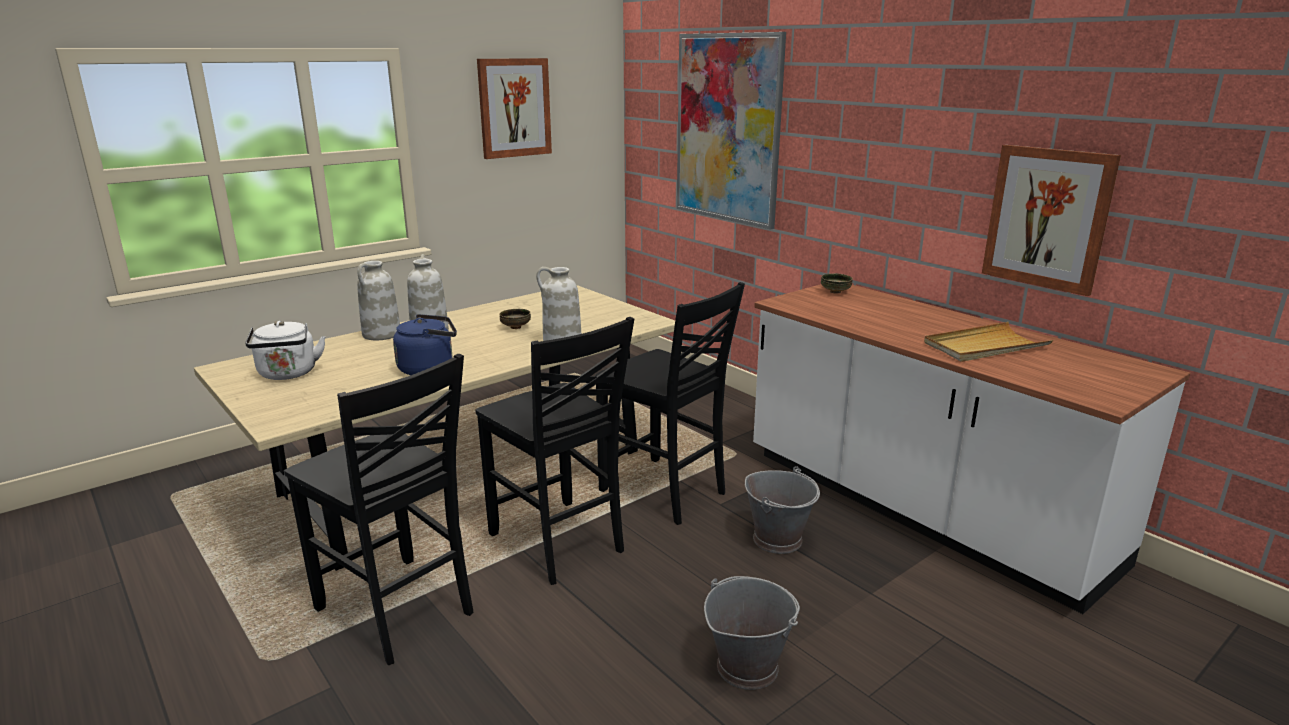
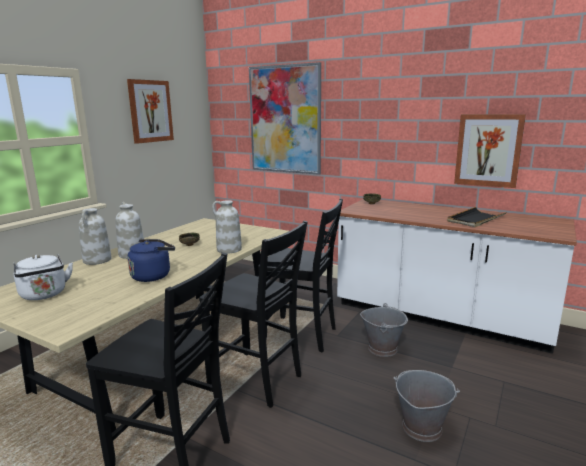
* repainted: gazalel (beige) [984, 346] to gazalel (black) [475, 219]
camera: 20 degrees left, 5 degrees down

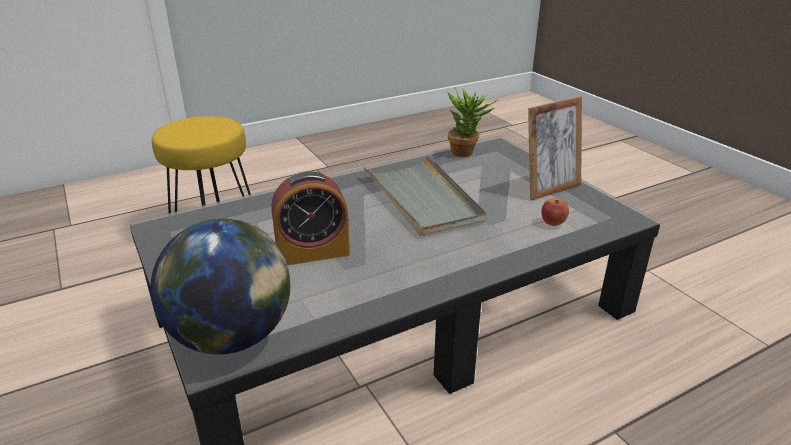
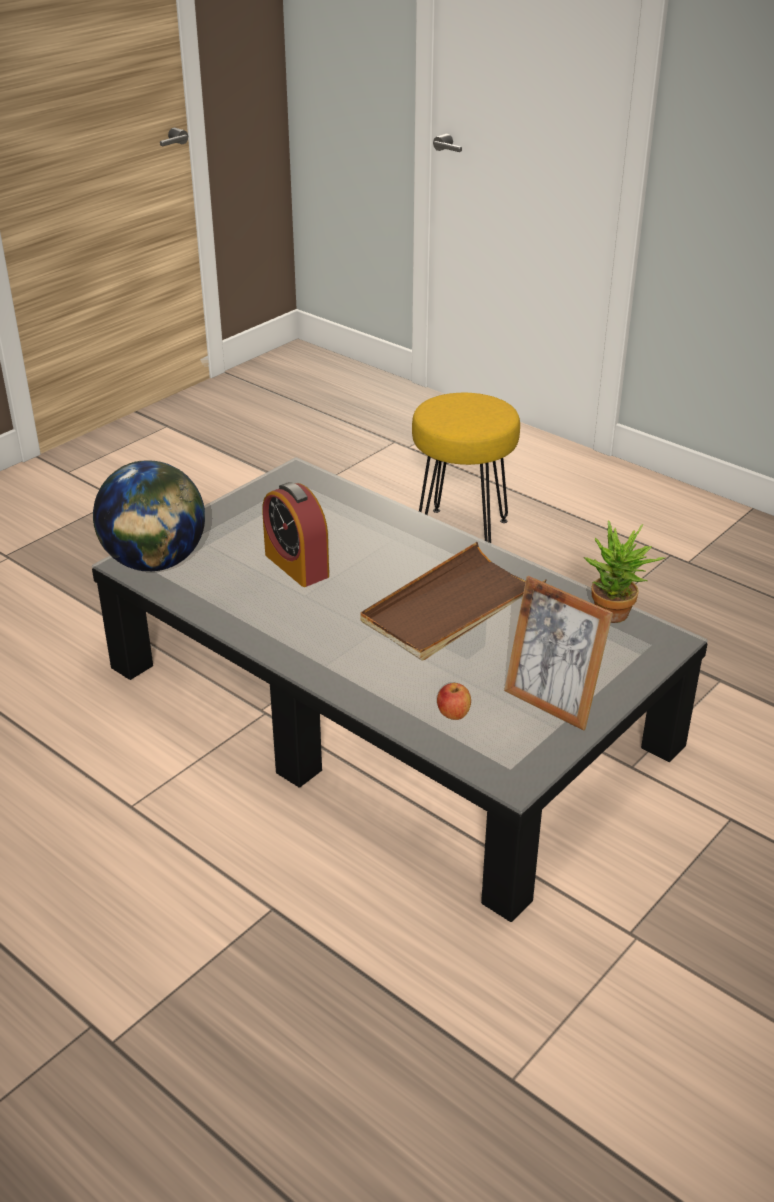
* repainted: gazalel (grey) [422, 199] to gazalel (brown) [451, 607]
camera: 70 degrees right, 5 degrees up

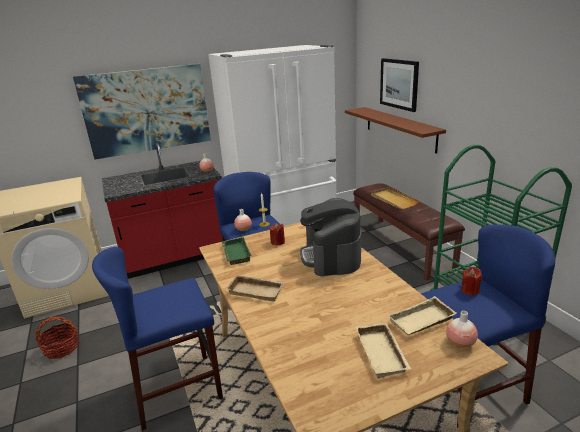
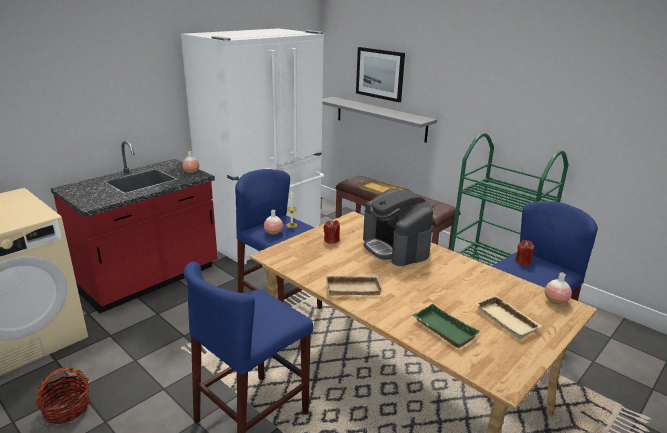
* gone: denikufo [147, 110]
* repainted: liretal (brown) [399, 128] to liretal (grey) [380, 118]
* shifted: gazalel (green) [235, 253] to [442, 330]
* gone: gazalel (beige) [422, 322]
camera: 25 degrees left, 0 degrees up

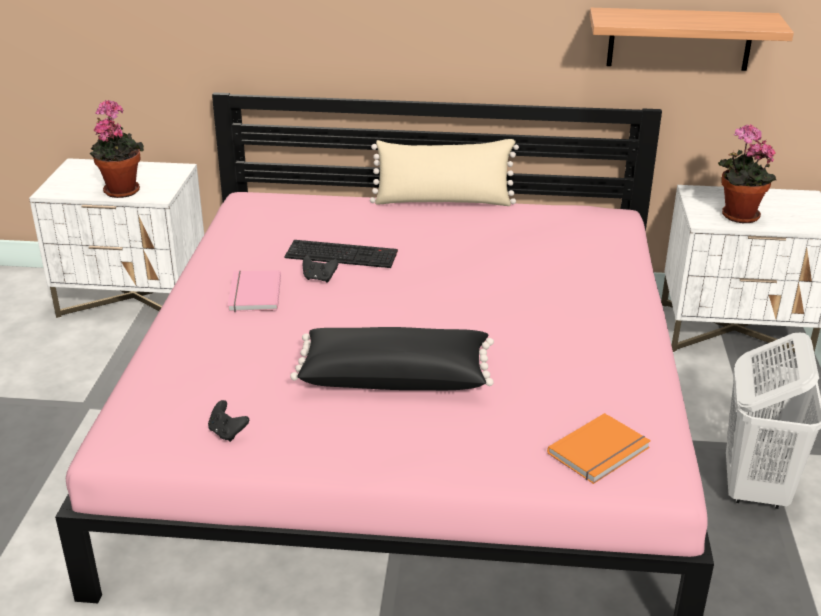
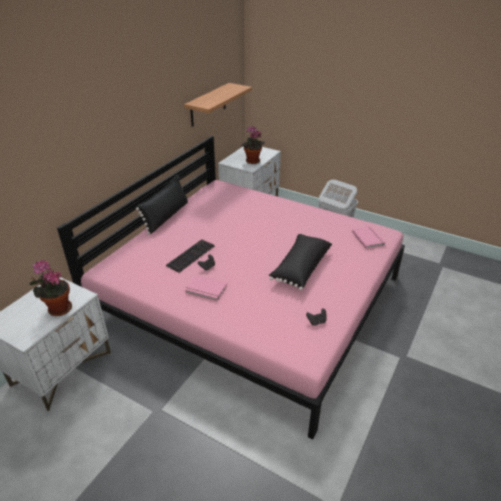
* repainted: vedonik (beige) [443, 202] to vedonik (black) [166, 216]
* repainted: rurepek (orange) [601, 452] to rurepek (pink) [369, 238]
camera: 65 degrees left, 5 degrees up

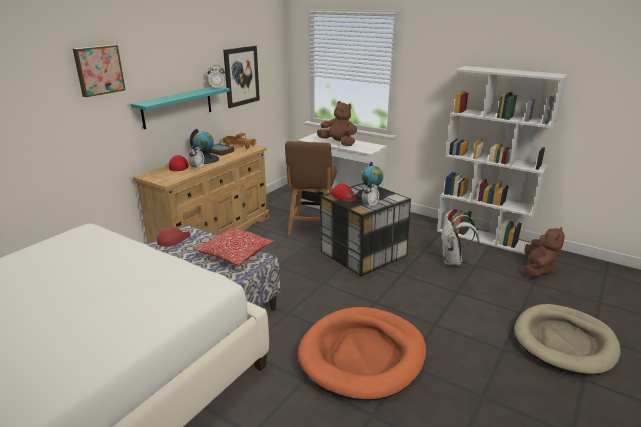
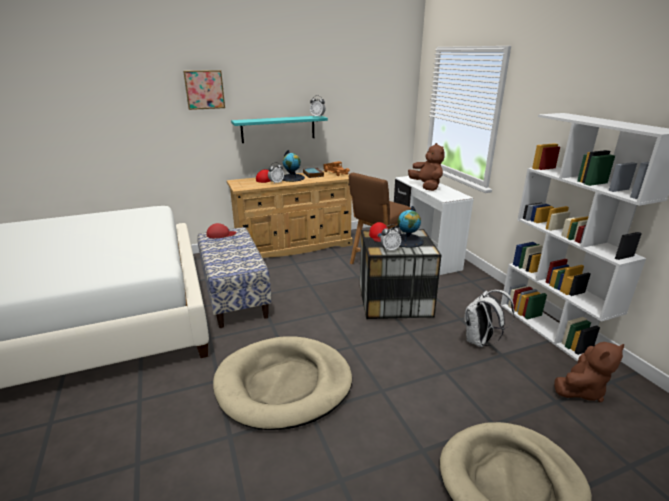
* gone: denikufo [241, 76]
* gone: vedonik [235, 254]
* repainted: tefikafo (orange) [362, 355] to tefikafo (beige) [284, 384]
camera: 35 degrees right, 0 degrees up

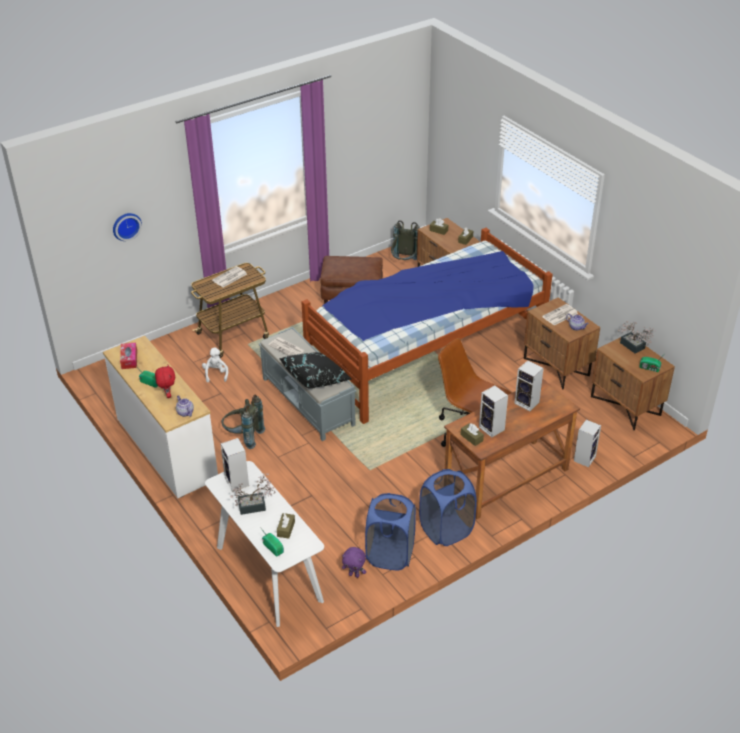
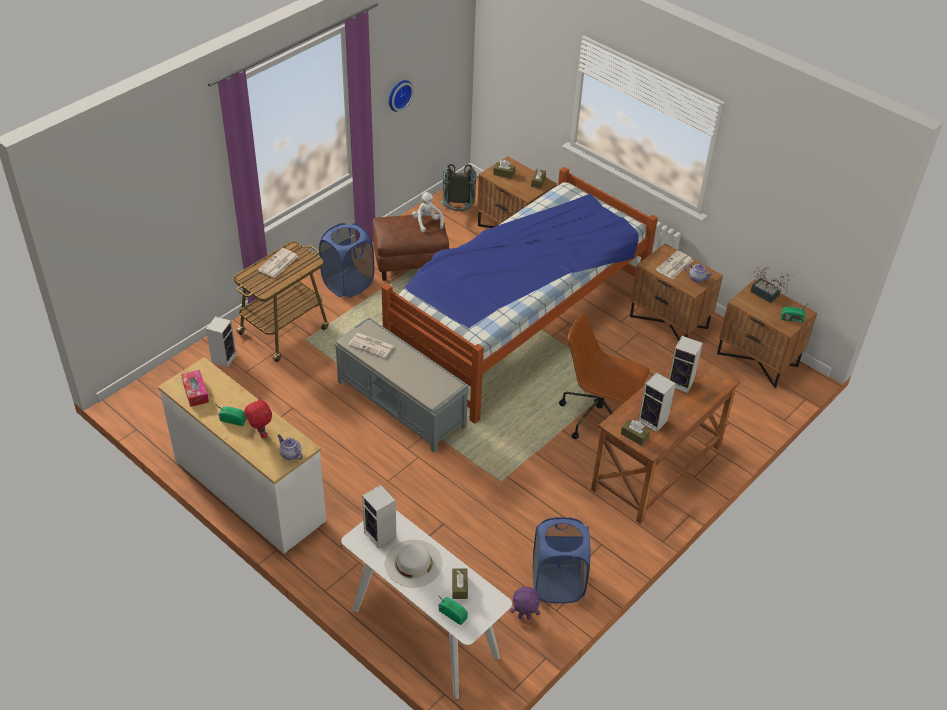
* shifted: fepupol [126, 225] to [398, 94]
* shifted: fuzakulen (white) [216, 374] to [427, 222]
* gone: vedonik (black) [316, 379]
* gone: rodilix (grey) [243, 437]
* shifted: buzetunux [584, 458] to [224, 358]
* shifted: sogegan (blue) [446, 530] to [348, 284]
* swapped: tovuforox [255, 506] to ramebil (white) [413, 563]
camera: 15 degrees left, 5 degrees up

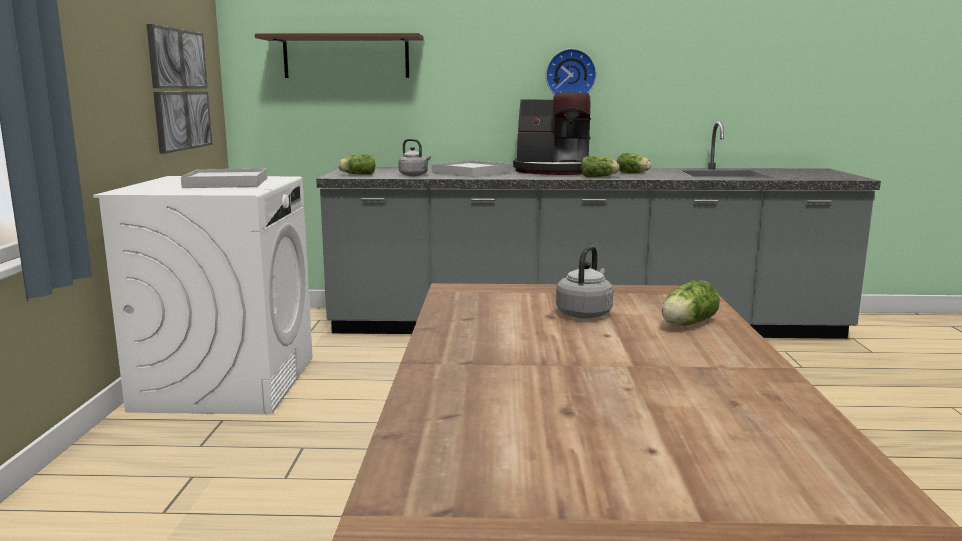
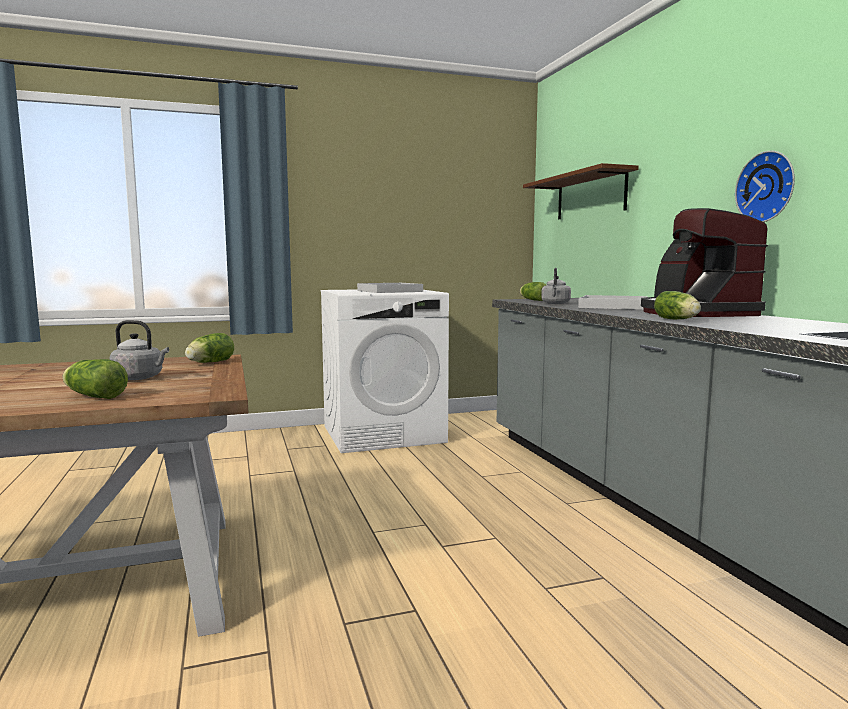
* gone: denikufo [179, 90]
* shifted: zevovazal [634, 173] to [209, 363]
camera: 70 degrees right, 5 degrees down

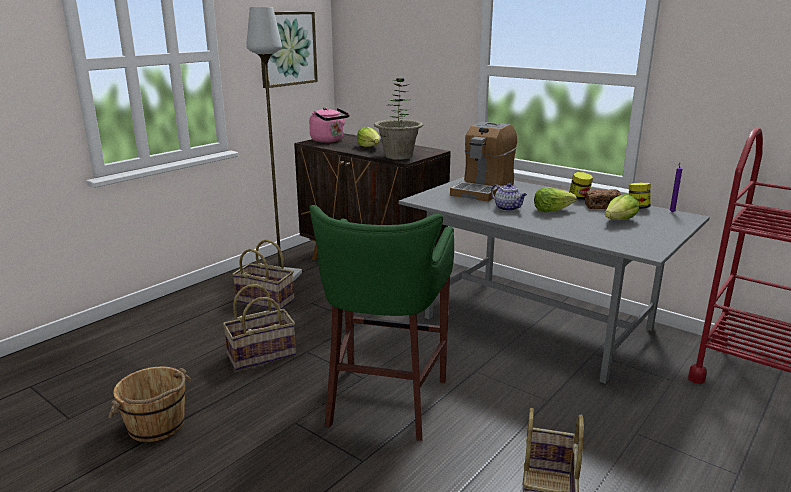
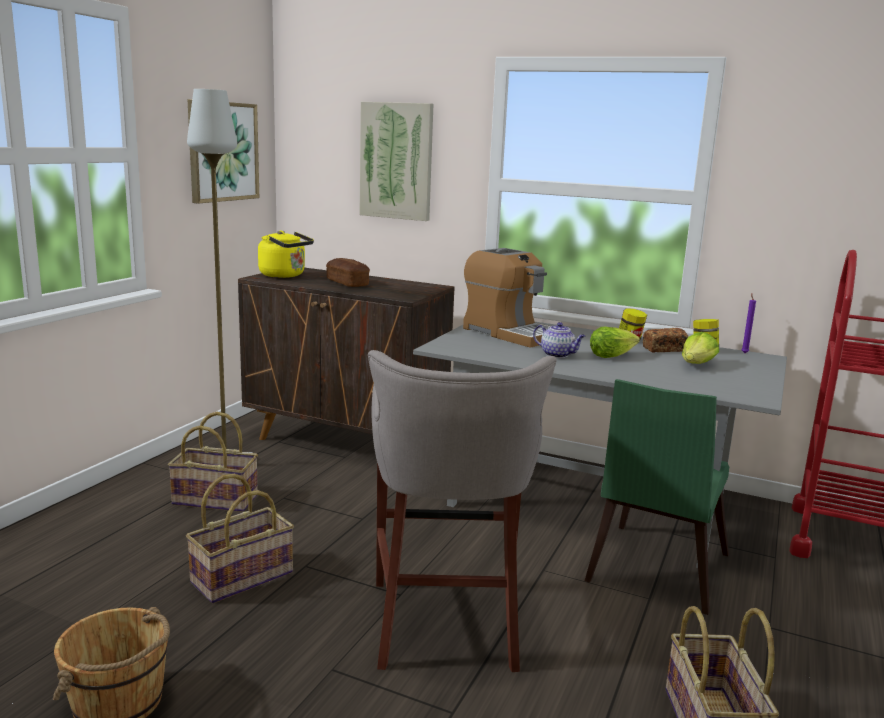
* gone: tovuforox [398, 156]
* repainted: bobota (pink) [329, 141] to bobota (yellow) [285, 275]
* rotated: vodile [483, 189] = [510, 333] 60 degrees counterclockwise
* swapped: zevovazal [370, 147] to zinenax [347, 283]
* repainted: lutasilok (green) [384, 403] to lutasilok (grey) [446, 626]
* new: denikufo [396, 161]
* new: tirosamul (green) [653, 572]
camera: 15 degrees left, 5 degrees down

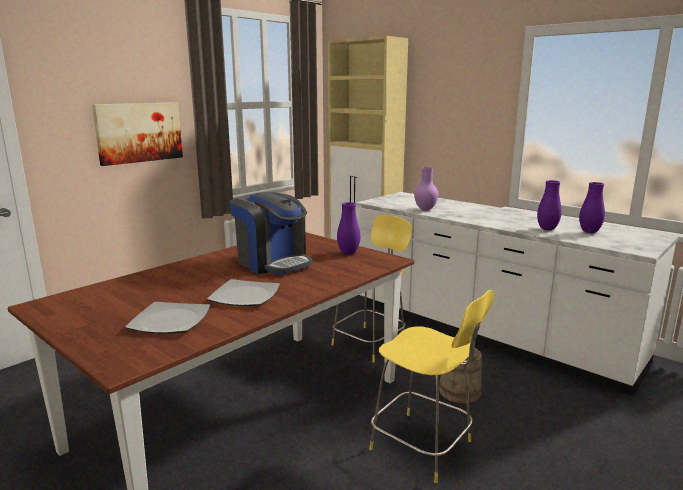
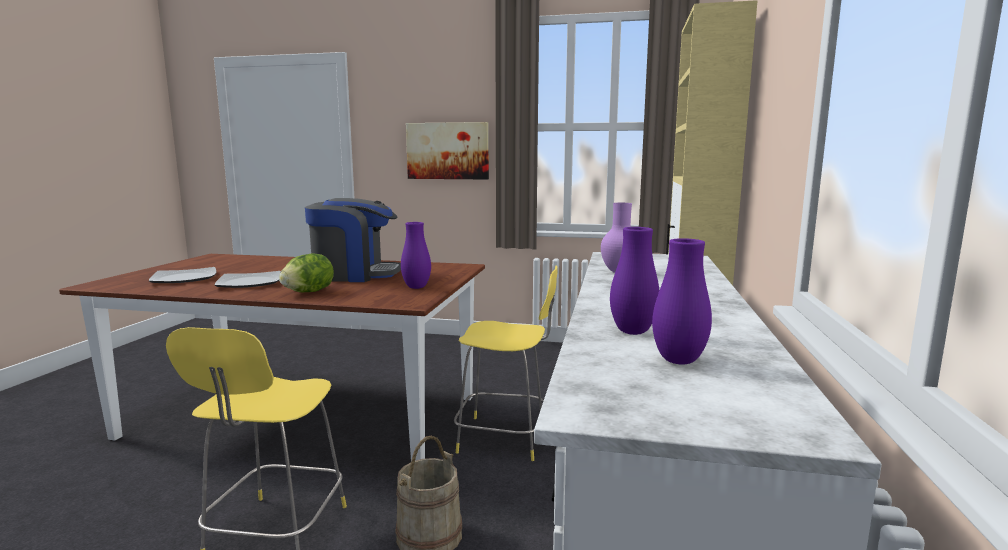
* rotated: vodile [273, 262] = [354, 274] 105 degrees counterclockwise
* new: zevovazal [308, 292]
camera: 60 degrees right, 5 degrees down

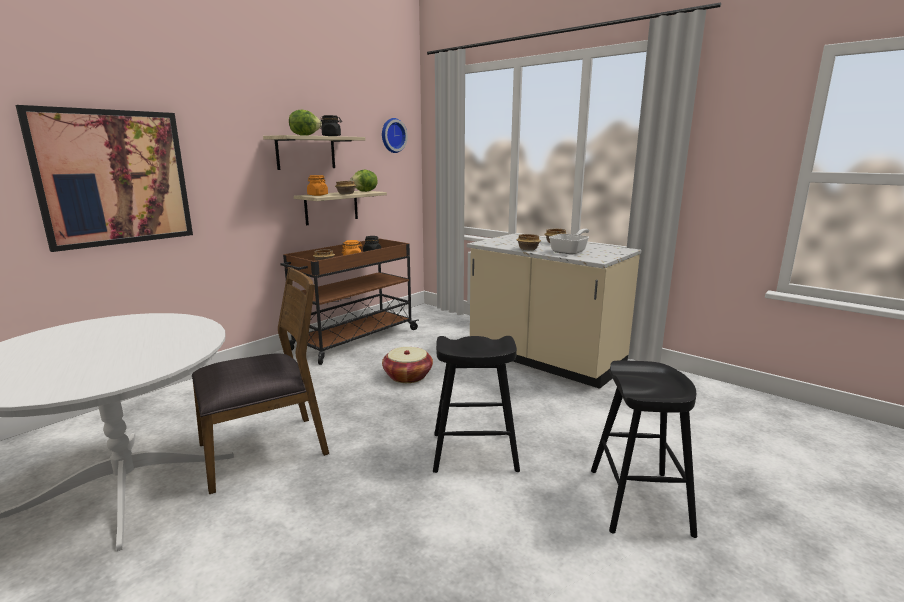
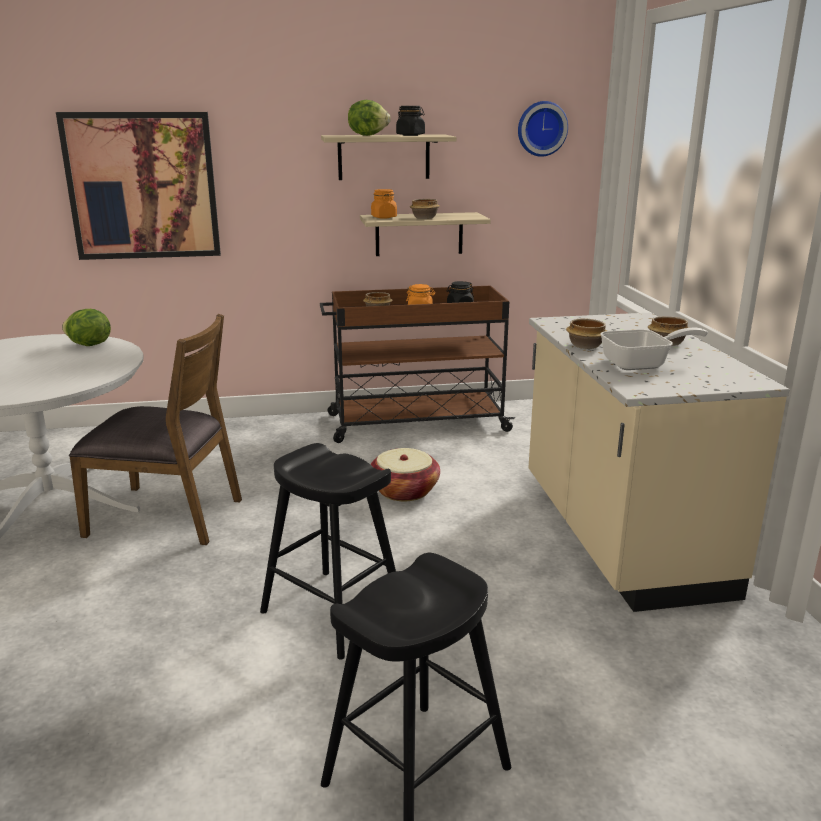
* shifted: zevovazal [365, 191] to [89, 345]
camera: 40 degrees right, 5 degrees up

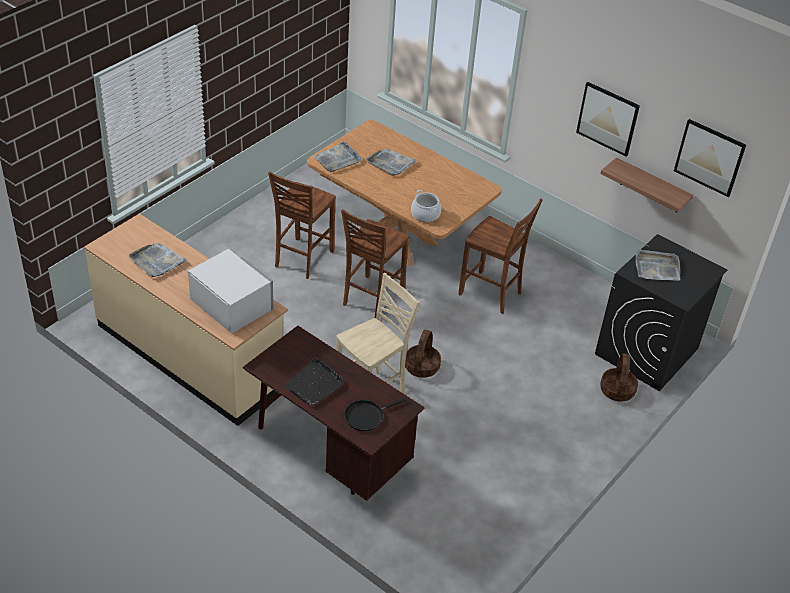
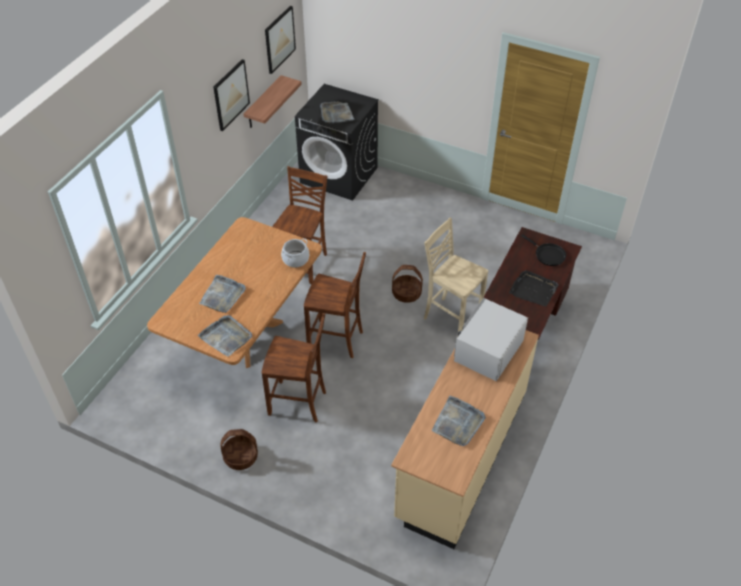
* shifted: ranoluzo [617, 390] to [241, 456]
camera: 100 degrees left, 5 degrees up

